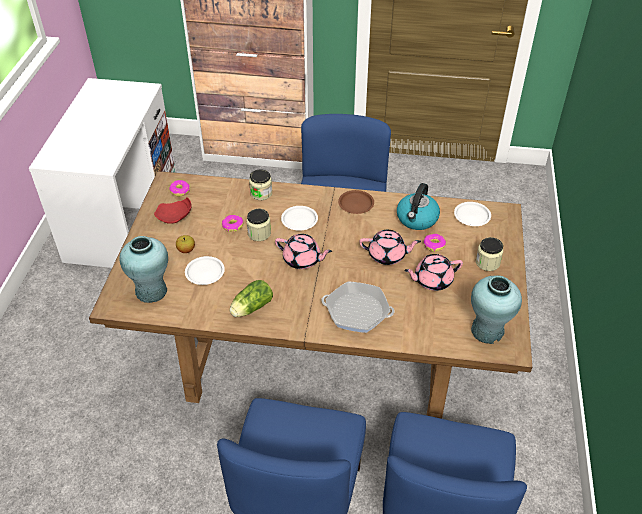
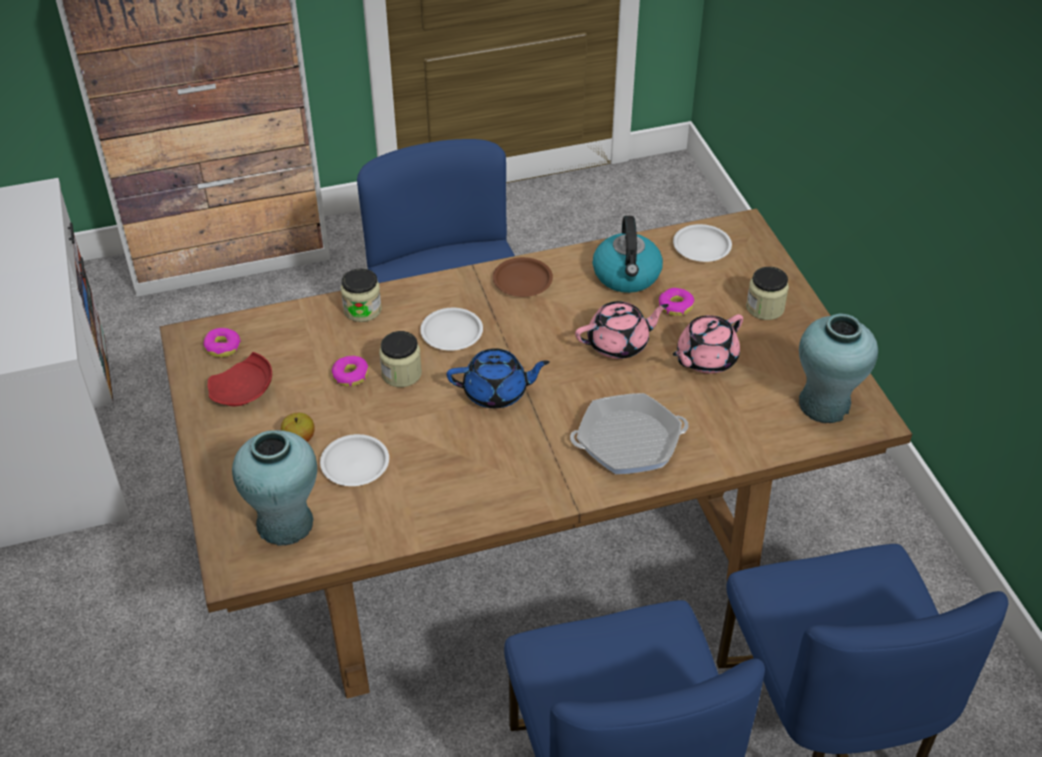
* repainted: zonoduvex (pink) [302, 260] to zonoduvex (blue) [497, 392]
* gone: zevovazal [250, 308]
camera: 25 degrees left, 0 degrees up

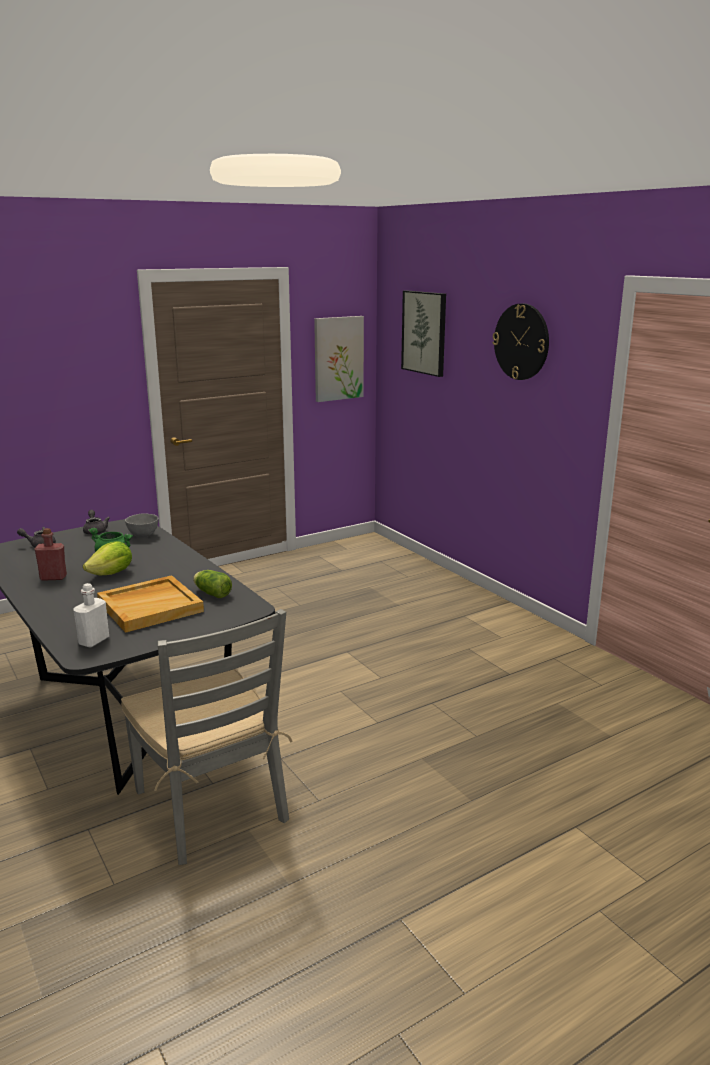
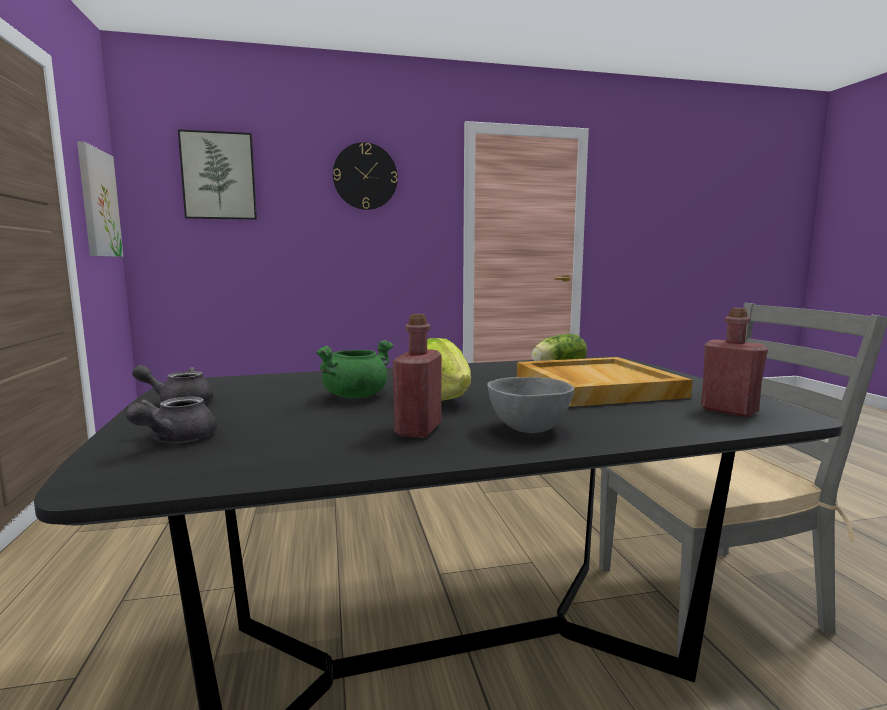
* shifted: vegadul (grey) [143, 535] to [527, 429]
* repainted: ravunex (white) [94, 641] to ravunex (red) [729, 410]
camera: 70 degrees left, 10 degrees down

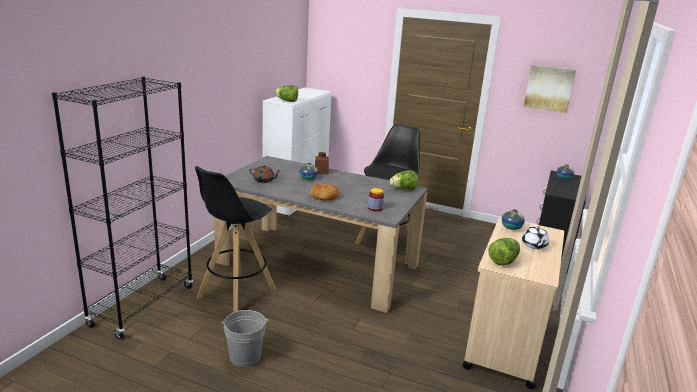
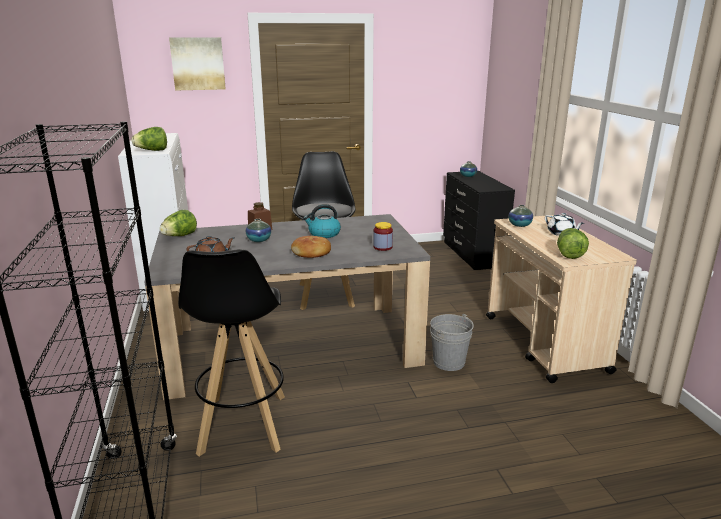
* shifted: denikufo [549, 88] to [198, 63]
* shifted: zevovazal [403, 189] to [180, 236]
* shifted: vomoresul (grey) [245, 356] to [448, 362]
* new: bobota [323, 234]
camera: 35 degrees left, 0 degrees up

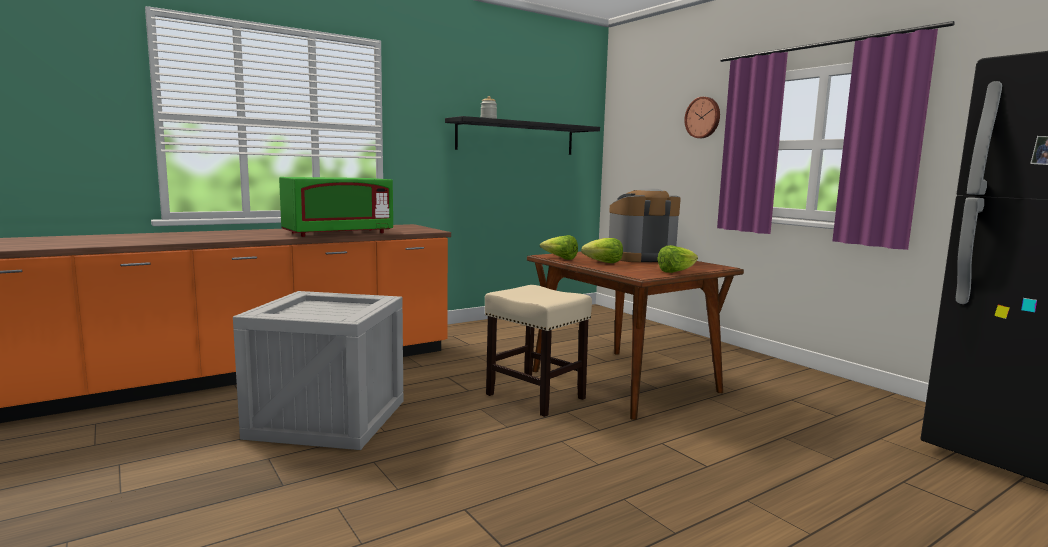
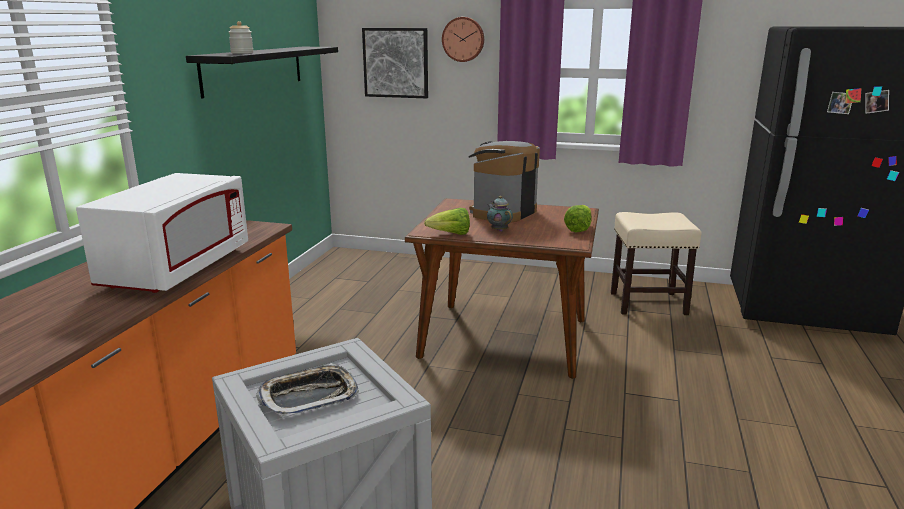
* repainted: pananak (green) [338, 233] to pananak (white) [178, 269]
* swapped: zevovazal [604, 262] to zonoduvex [499, 230]
* shifted: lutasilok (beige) [534, 396] to [647, 303]
* new: denikufo [396, 63]
* new: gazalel [309, 396]
camera: 40 degrees left, 10 degrees up

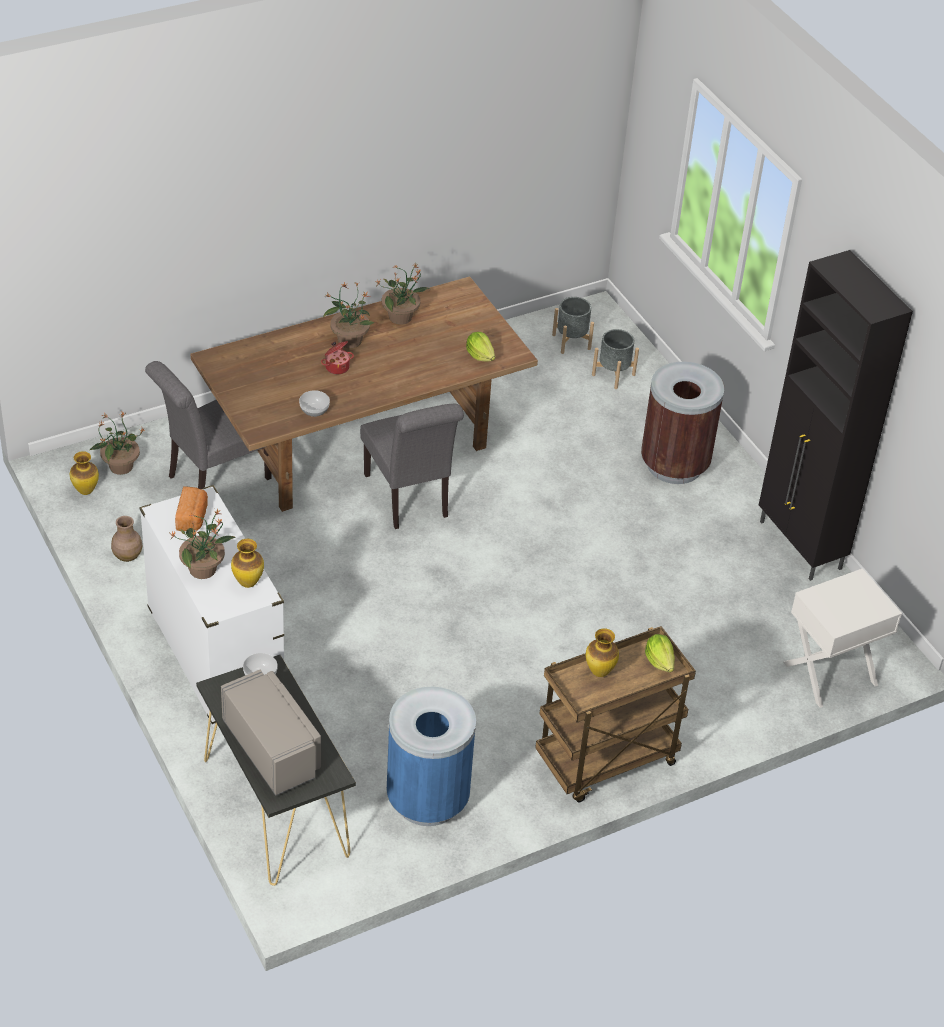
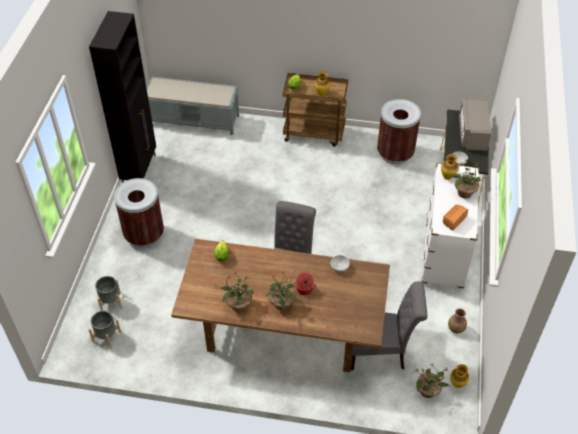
* swapped: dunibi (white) [830, 674] to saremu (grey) [194, 120]
* repainted: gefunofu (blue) [427, 799] to gefunofu (brown) [395, 153]
camera: 140 degrees left, 5 degrees up

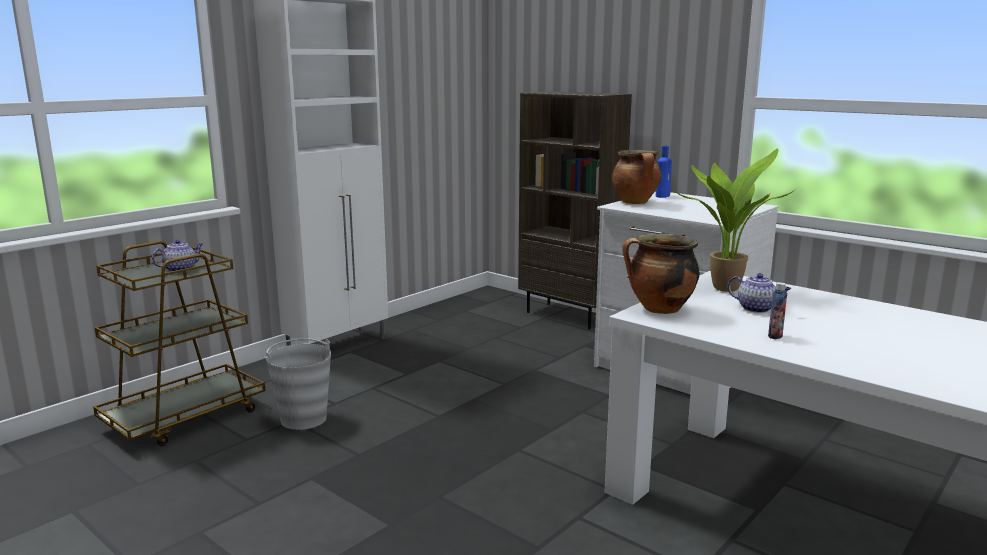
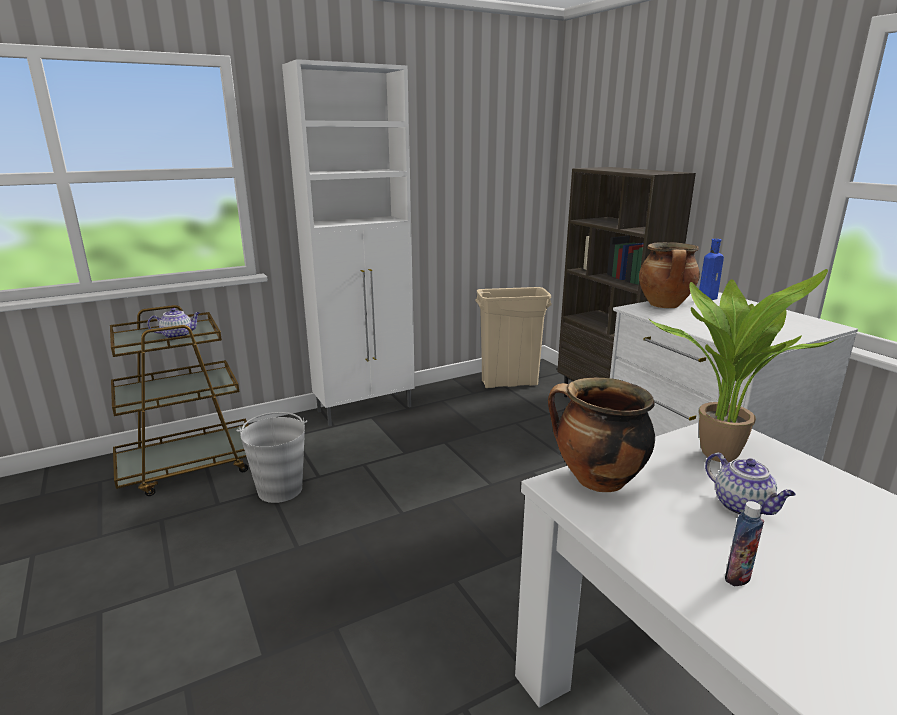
* new: gefunofu (beige) [510, 383]
camera: 20 degrees right, 5 degrees up

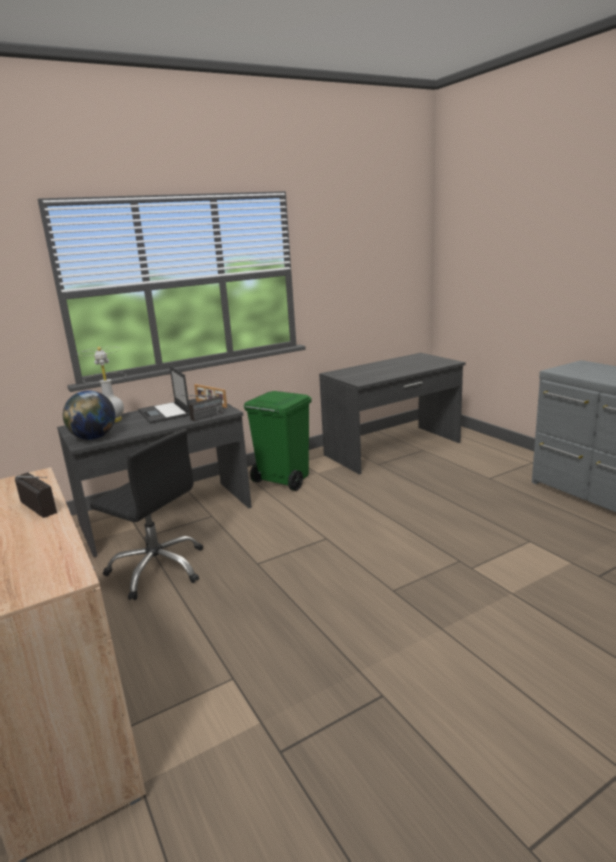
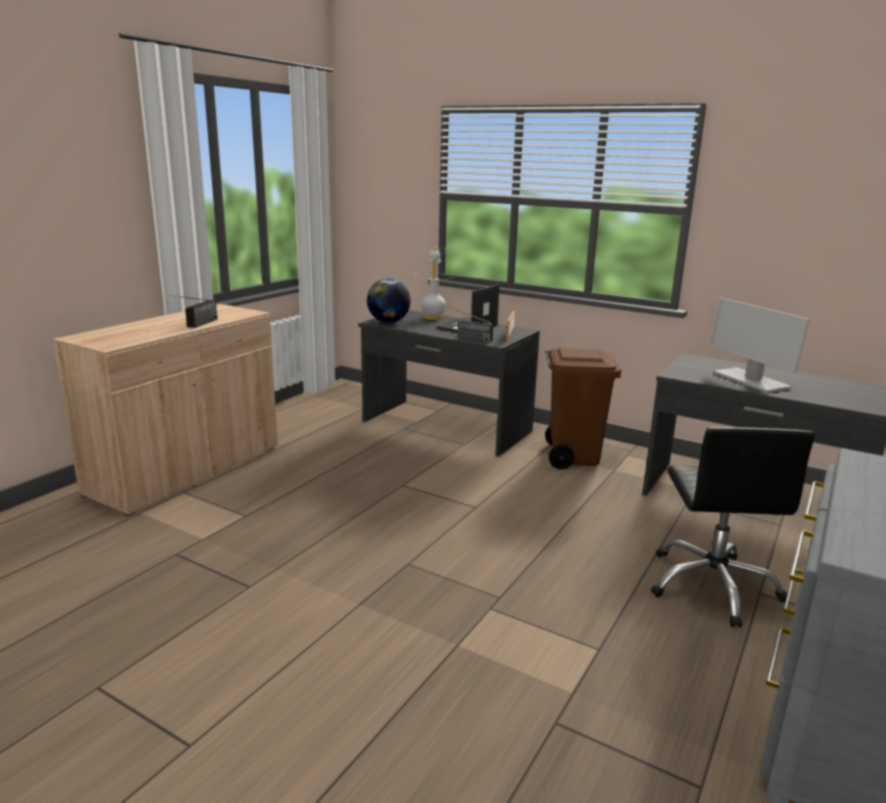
* repainted: gefunofu (green) [283, 480] to gefunofu (brown) [572, 457]
* shifted: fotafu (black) [158, 568] to [713, 586]
* new: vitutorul [750, 380]
camera: 60 degrees right, 0 degrees up

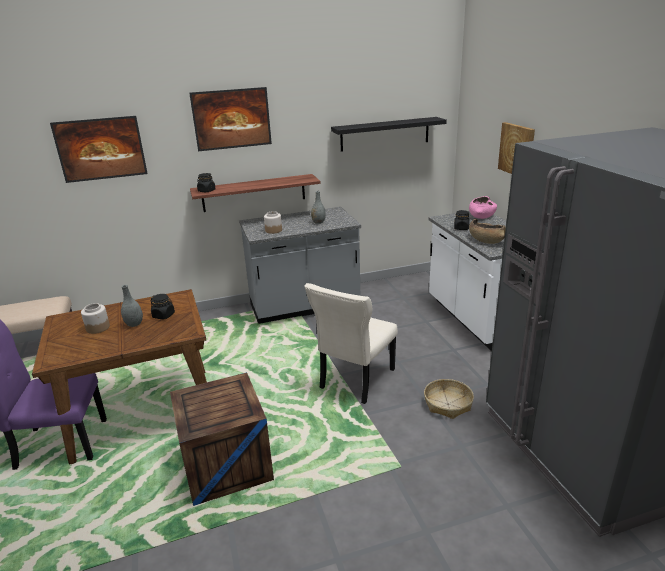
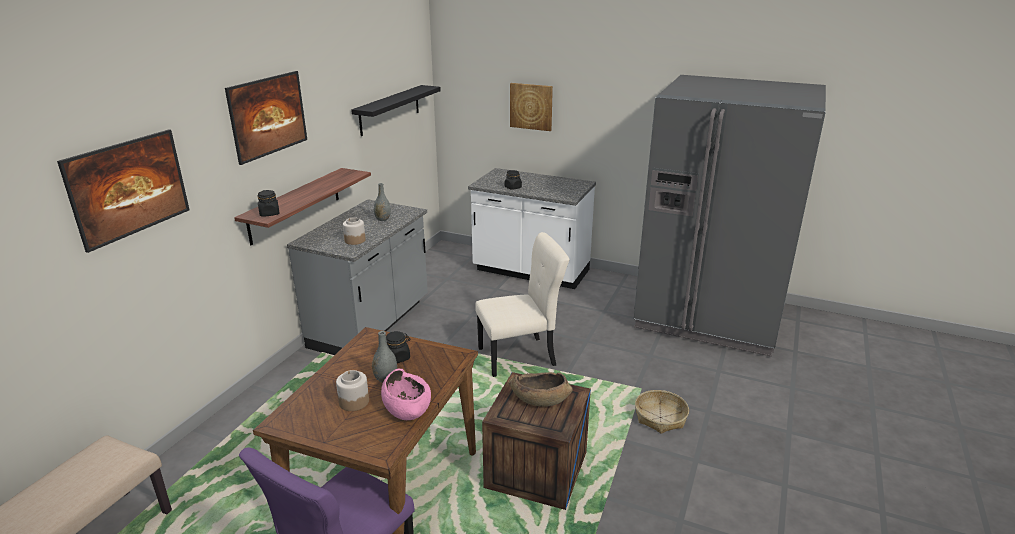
* shifted: vegadul (pink) [481, 215] to [406, 407]
* shifted: vegadul (brown) [486, 240] to [539, 399]
* rotated: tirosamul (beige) [355, 380] = [520, 356] 90 degrees counterclockwise
* shifted: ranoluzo [447, 404] to [660, 417]
camera: 50 degrees left, 0 degrees up

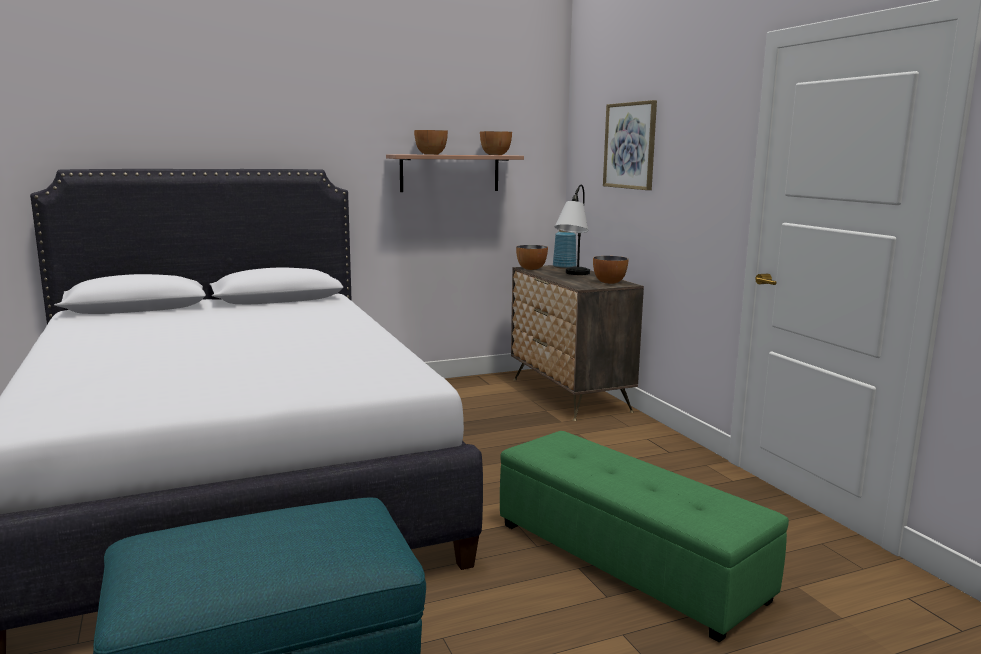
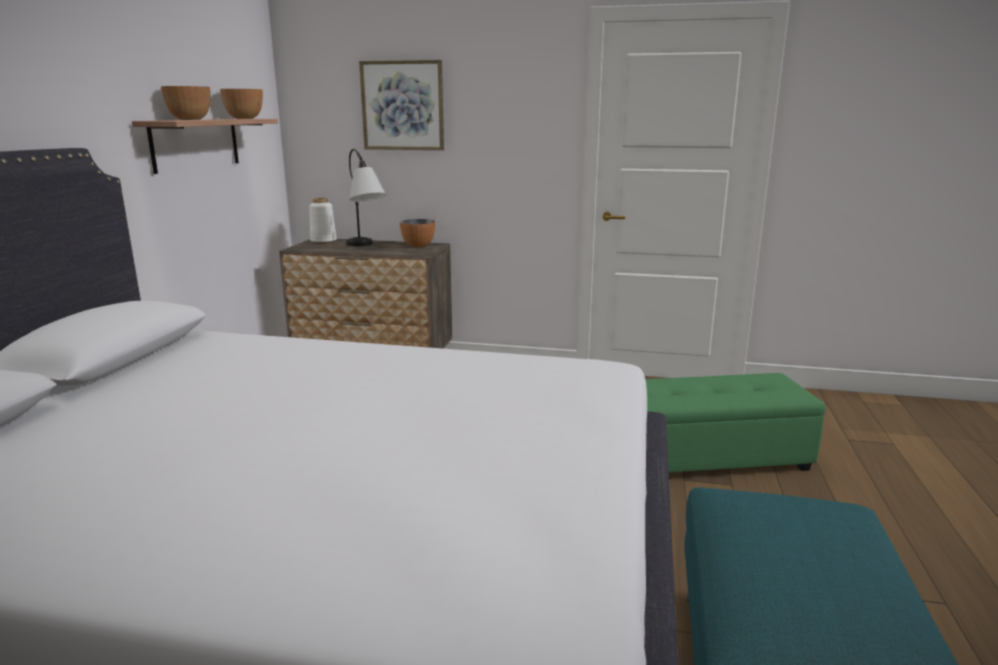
* repainted: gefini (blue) [564, 267] to gefini (white) [324, 241]
* gone: vegadul [531, 269]
camera: 55 degrees left, 5 degrees up

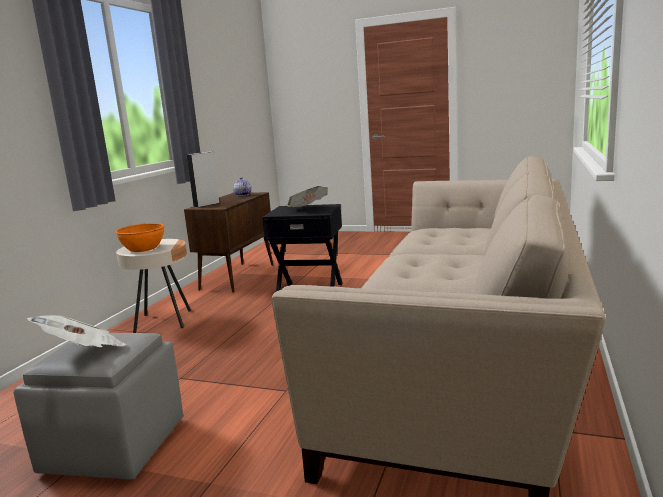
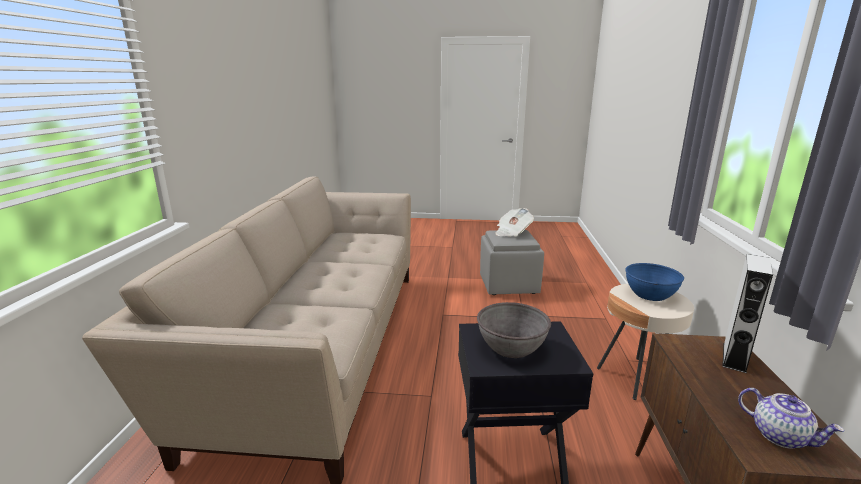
* swapped: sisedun [308, 209] to vegadul (grey) [511, 347]
* repainted: vegadul (orange) [143, 248] to vegadul (blue) [650, 295]
camera: 165 degrees right, 5 degrees up

